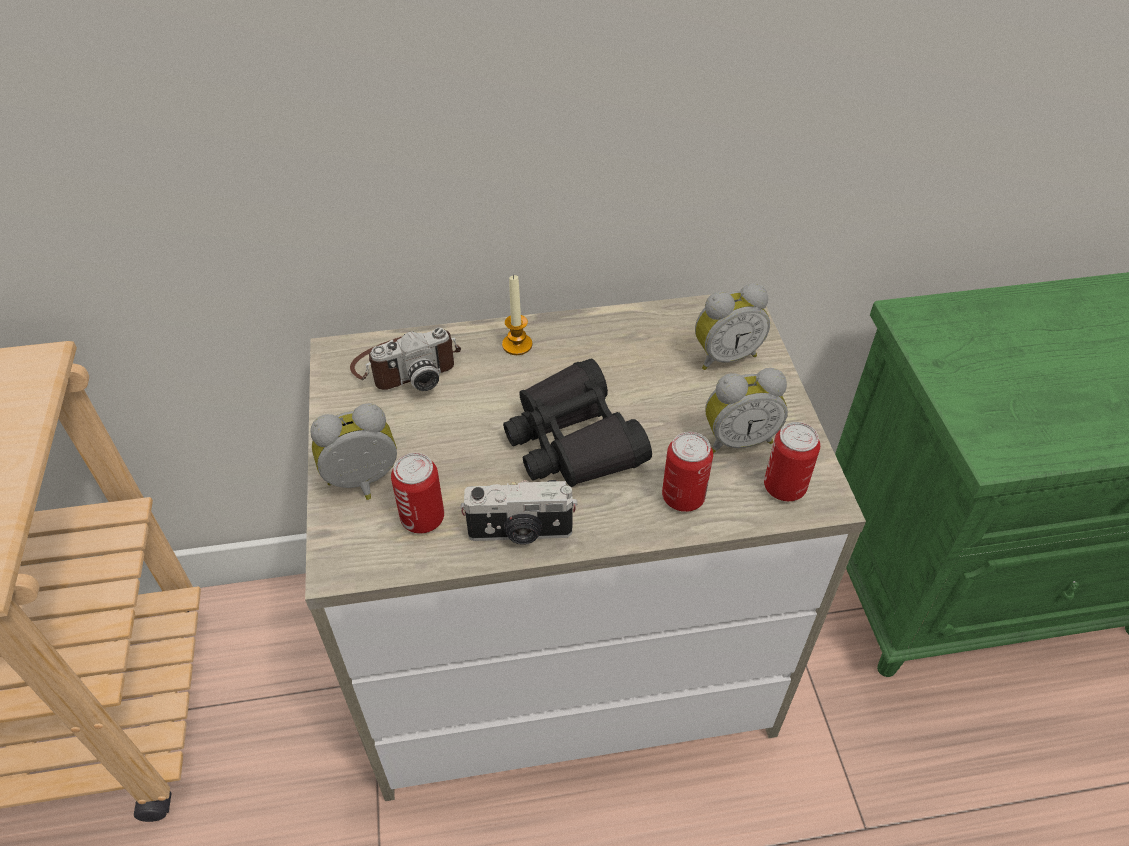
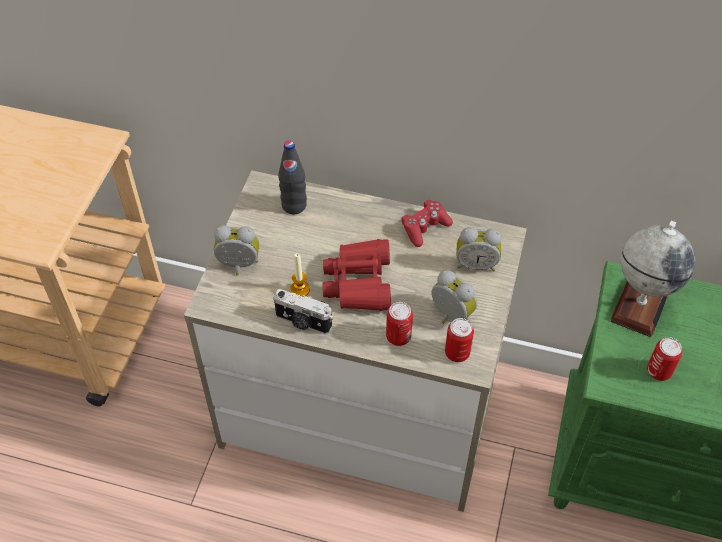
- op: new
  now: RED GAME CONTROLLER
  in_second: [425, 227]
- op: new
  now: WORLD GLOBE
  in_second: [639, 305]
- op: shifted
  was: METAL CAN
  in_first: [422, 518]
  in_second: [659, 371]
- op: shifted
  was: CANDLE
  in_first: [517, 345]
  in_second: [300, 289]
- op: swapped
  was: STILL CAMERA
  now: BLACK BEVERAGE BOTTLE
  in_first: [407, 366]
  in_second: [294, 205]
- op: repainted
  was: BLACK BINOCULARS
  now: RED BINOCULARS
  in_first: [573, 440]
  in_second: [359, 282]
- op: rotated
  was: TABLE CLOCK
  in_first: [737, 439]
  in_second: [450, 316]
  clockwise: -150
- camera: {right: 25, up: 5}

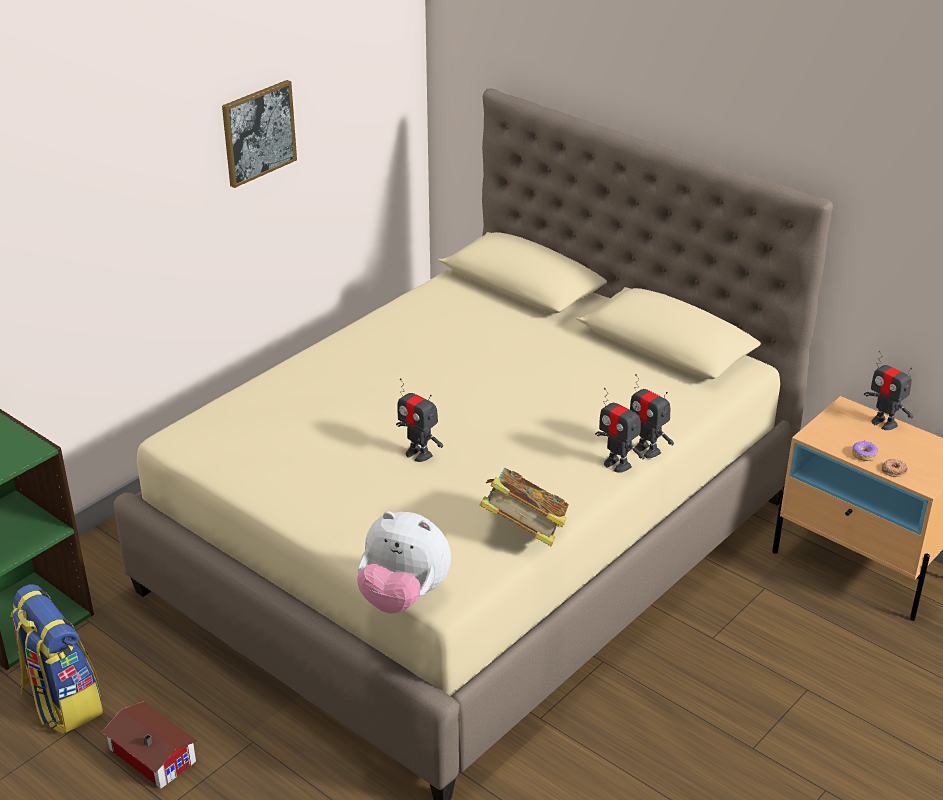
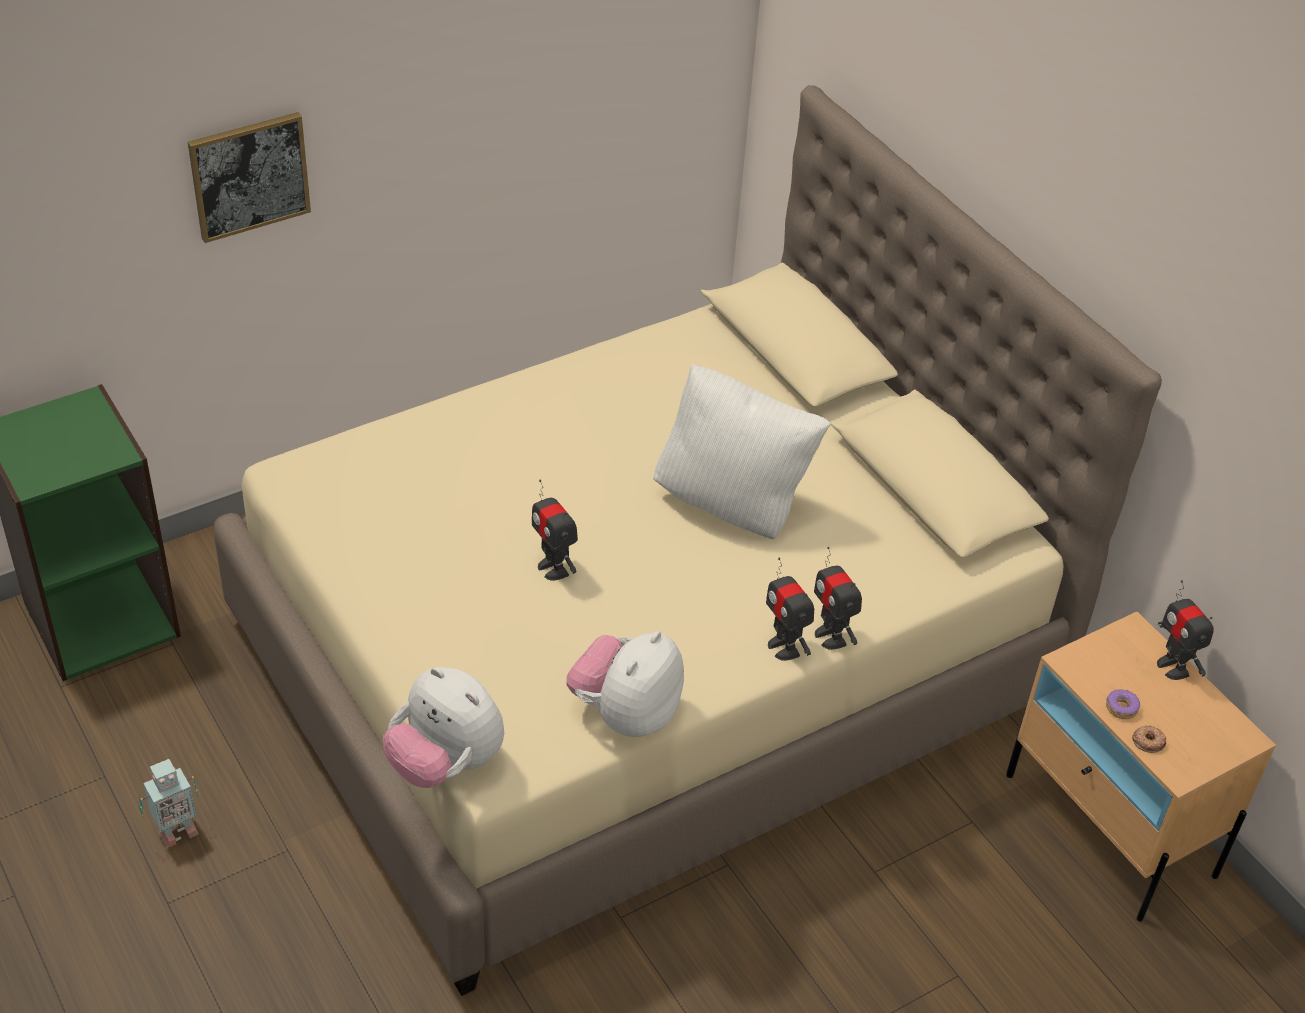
- op: gone
  was: BACKPACK
  in_first: [61, 701]
- op: new
  now: WHITISH PILLOW
  in_second: [732, 505]
- op: shifted
  was: WALL PICTURE
  in_first: [258, 132]
  in_second: [249, 175]
- op: swapped
  was: MINIATURE HOUSE
  now: TOY ROBOT
  in_first: [152, 753]
  in_second: [176, 831]
- op: swapped
  was: BOUND BOOK
  now: CUDDLY TOY
  in_first: [524, 532]
  in_second: [625, 714]
- camera: {right: 15, up: 10}

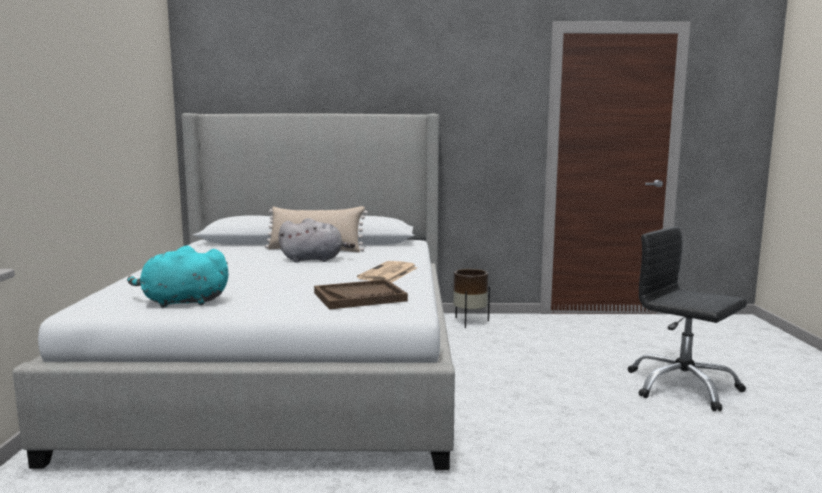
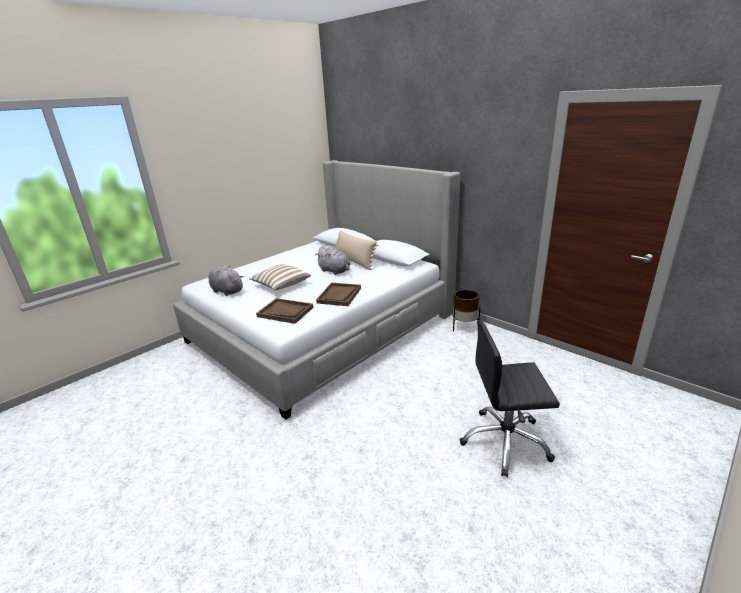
- op: new
  now: PILLOW
  in_second: [281, 285]
- op: swapped
  was: DAILY PAPER
  now: BROWN-COLOURED SERVING TRAY
  in_first: [388, 273]
  in_second: [339, 295]
- op: repainted
  was: TURQUOISE CUDDLY TOY
  now: GREY CUDDLY TOY
  in_first: [181, 302]
  in_second: [226, 291]
- op: rotated
  was: BLACK DESK CHAIR
  in_first: [682, 387]
  in_second: [505, 442]
  clockwise: -90
- camera: {right: 45, up: 15}

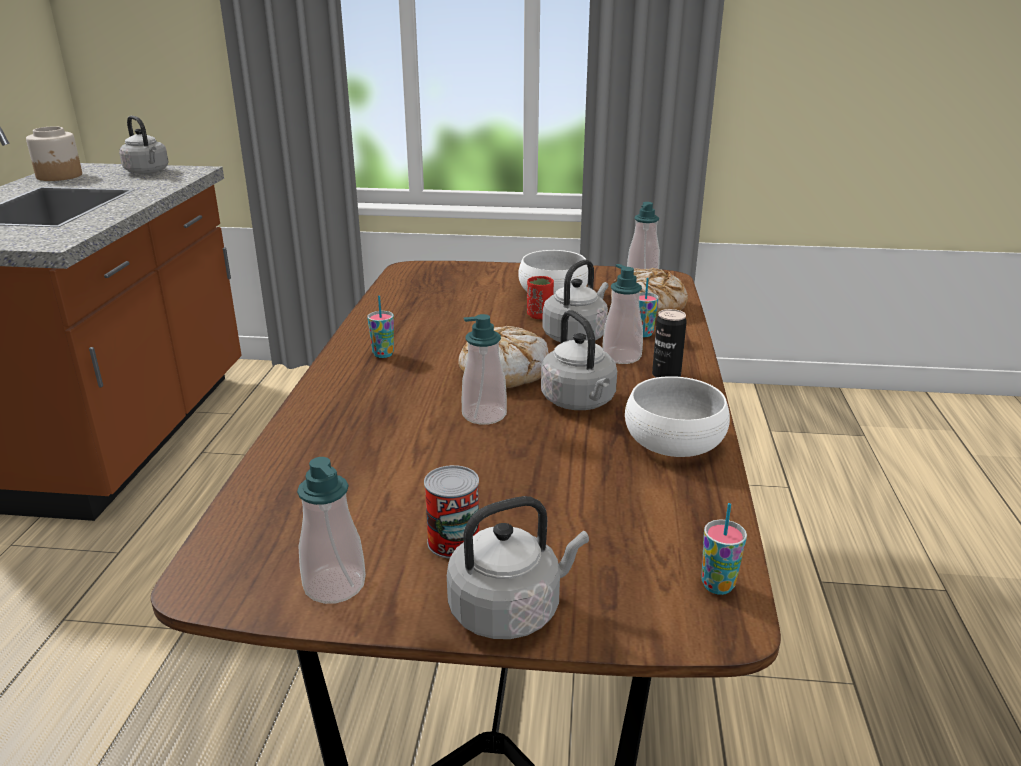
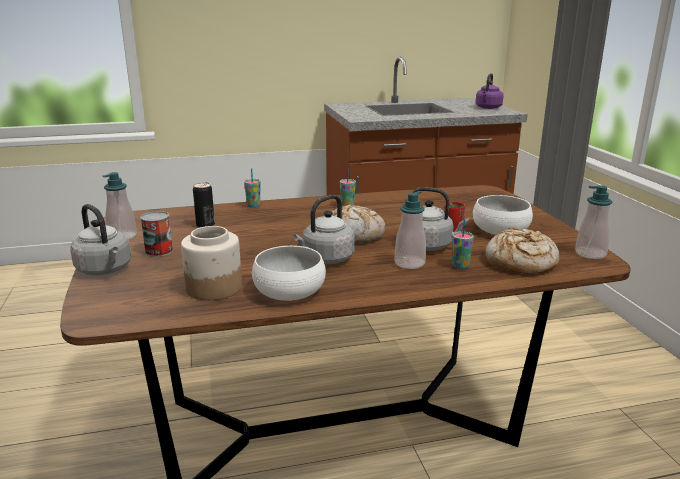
- op: gone
  was: LIQUID SOAP BOTTLE
  in_first: [484, 415]
- op: shifted
  was: JAR
  in_first: [60, 176]
  in_second: [214, 288]
- op: shifted
  was: METAL CAN
  in_first: [666, 375]
  in_second: [205, 225]
- op: shifted
  was: SMALL CUP
  in_first: [717, 585]
  in_second: [253, 206]
- op: repainted
  was: GREY TEA KETTLE
  now: PURPLE TEA KETTLE
  in_first: [148, 172]
  in_second: [488, 108]
- camera: {right: 70, up: -5}

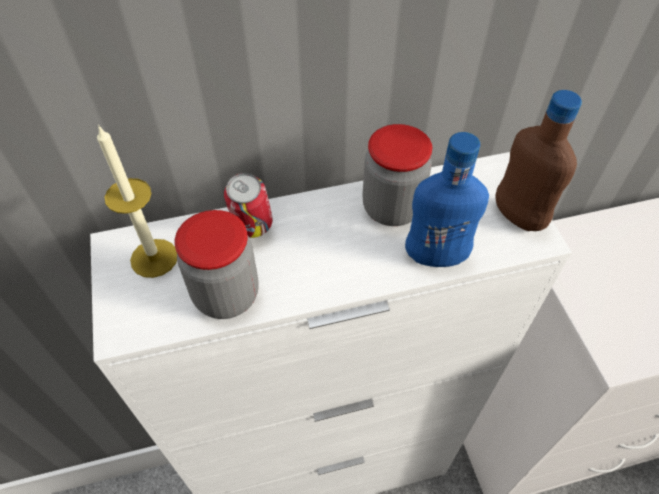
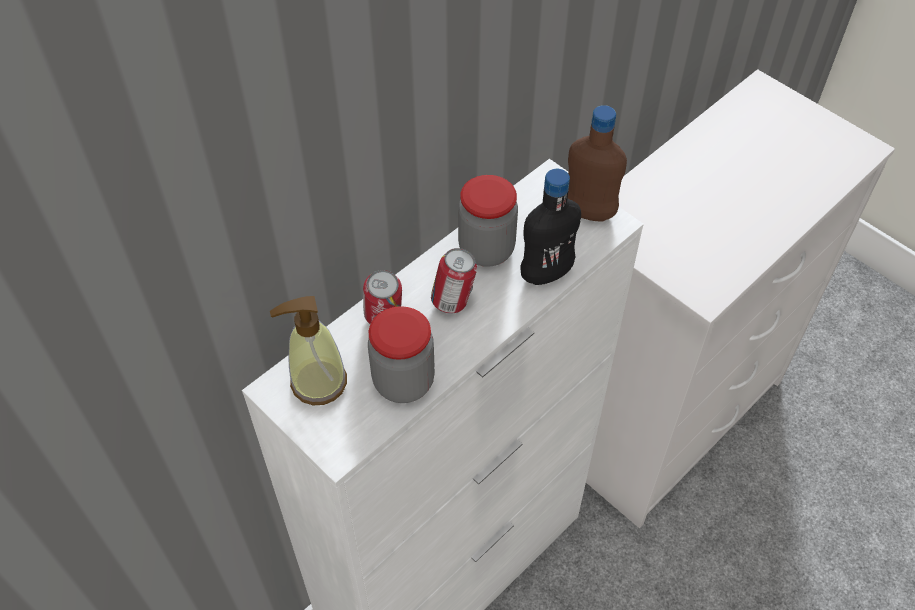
- op: new
  now: METAL CAN
  in_second: [453, 302]
- op: swapped
  was: CANDLE
  now: LIQUID SOAP BOTTLE
  in_first: [154, 258]
  in_second: [318, 382]
- op: repainted
  was: BLUISH BEVERAGE BOTTLE
  now: BLACK BEVERAGE BOTTLE
  in_first: [435, 256]
  in_second: [546, 273]
- camera: {right: -30, up: 0}

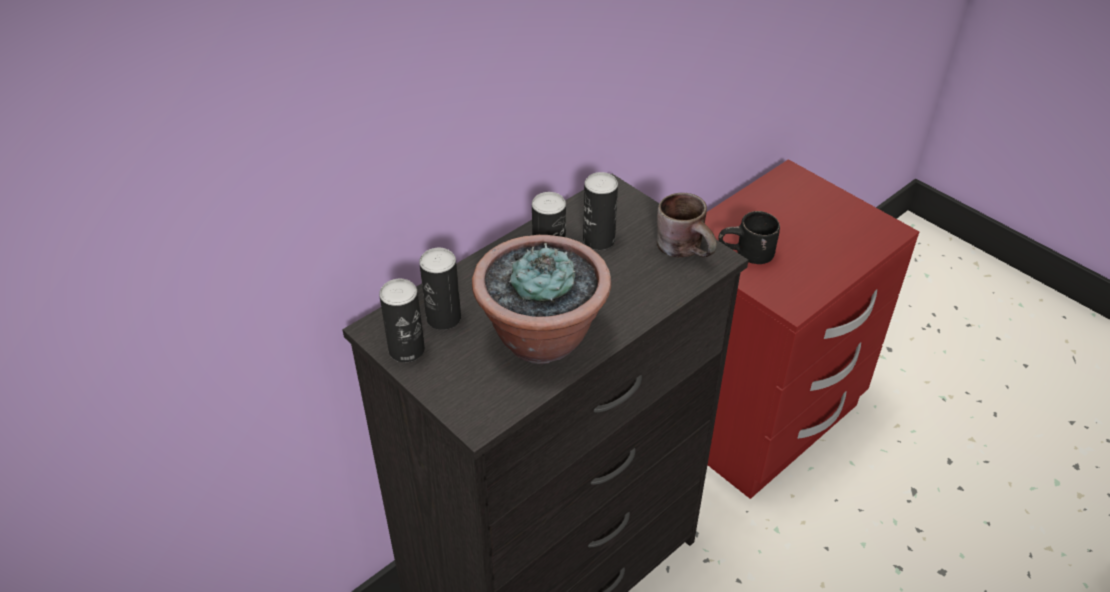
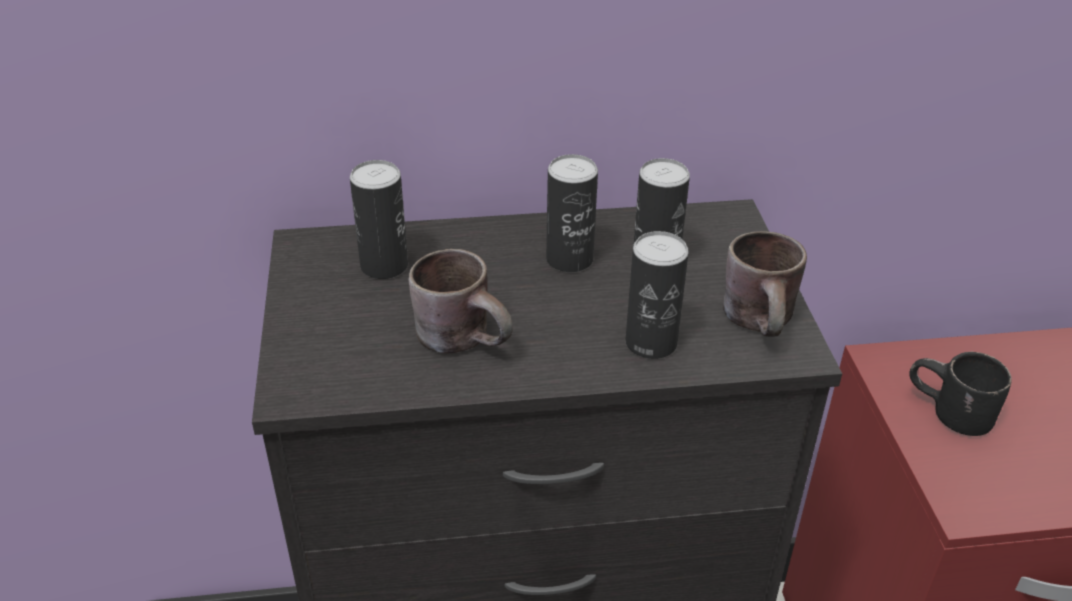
- op: shifted
  was: METAL CAN
  in_first: [406, 350]
  in_second: [651, 343]
- op: swapped
  was: PLANT IN A POT
  now: BROWN-COLOURED COFFEE MUG
  in_first: [541, 337]
  in_second: [467, 336]
- camera: {right: 35, up: -5}

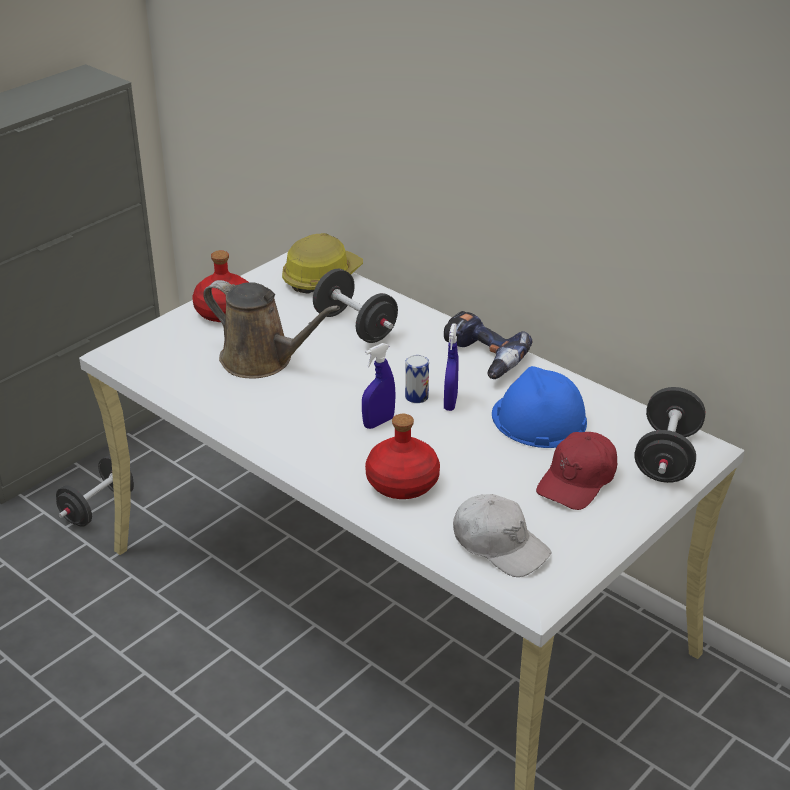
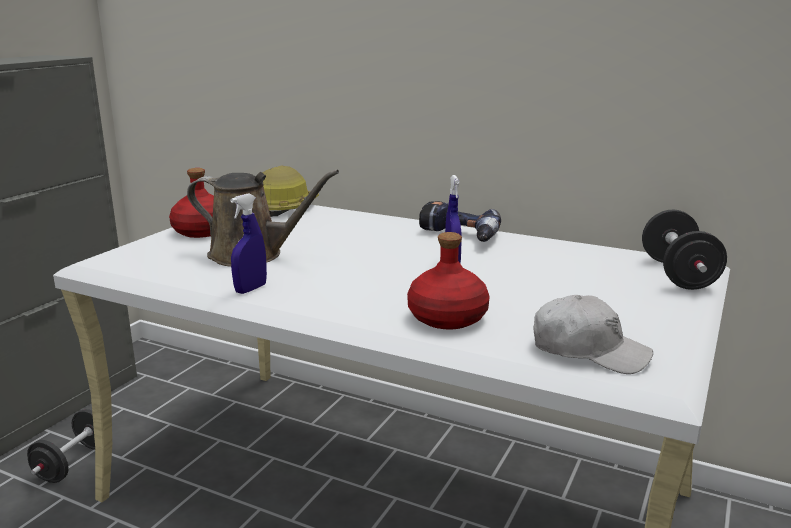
- op: gone
  was: BLACK HAND WEIGHT
  in_first: [355, 327]
- op: gone
  was: METAL CAN
  in_first: [416, 397]
- op: gone
  was: BLUISH HARD HAT
  in_first: [538, 419]
- op: gone
  was: RED PEAKED CAP
  in_first: [578, 480]
- op: shifted
  was: BLUISH SPRAYER
  in_first: [378, 422]
  in_second: [250, 289]
- camera: {right: -15, up: -15}

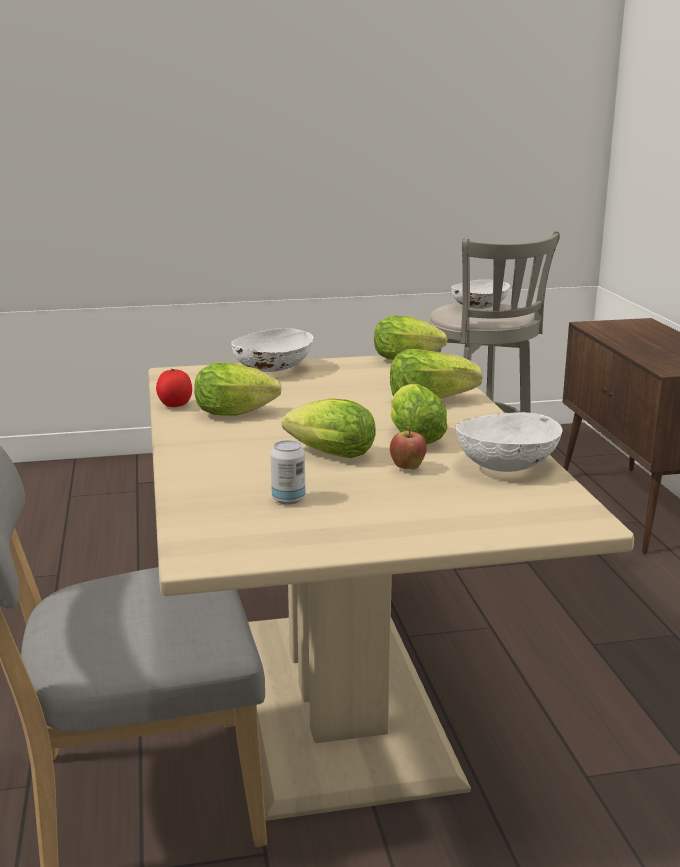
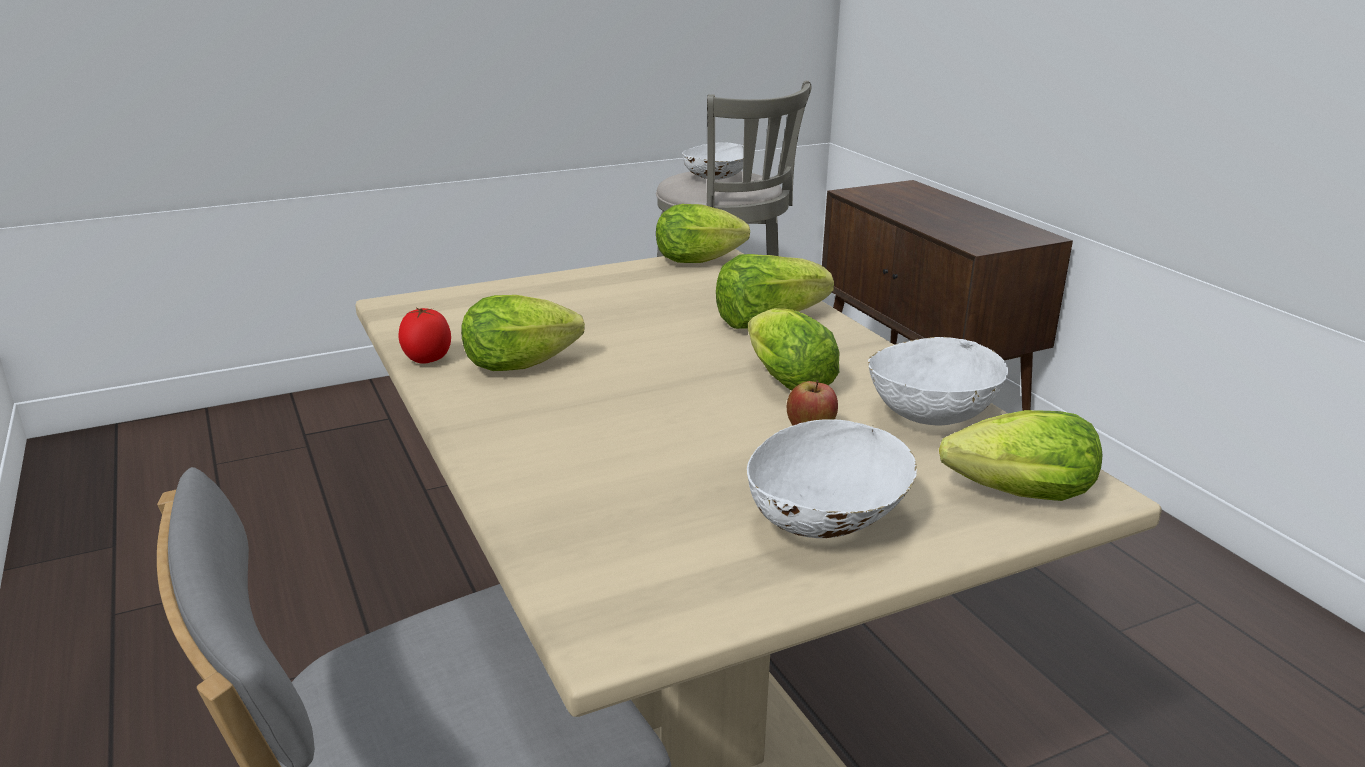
- op: gone
  was: METAL CAN
  in_first: [288, 499]
- op: shifted
  was: WHITISH DEEP DISH
  in_first: [273, 370]
  in_second: [826, 522]
- op: shifted
  was: LETTUCE HEAD
  in_first: [327, 454]
  in_second: [1011, 495]
- camera: {right: -15, up: 5}

